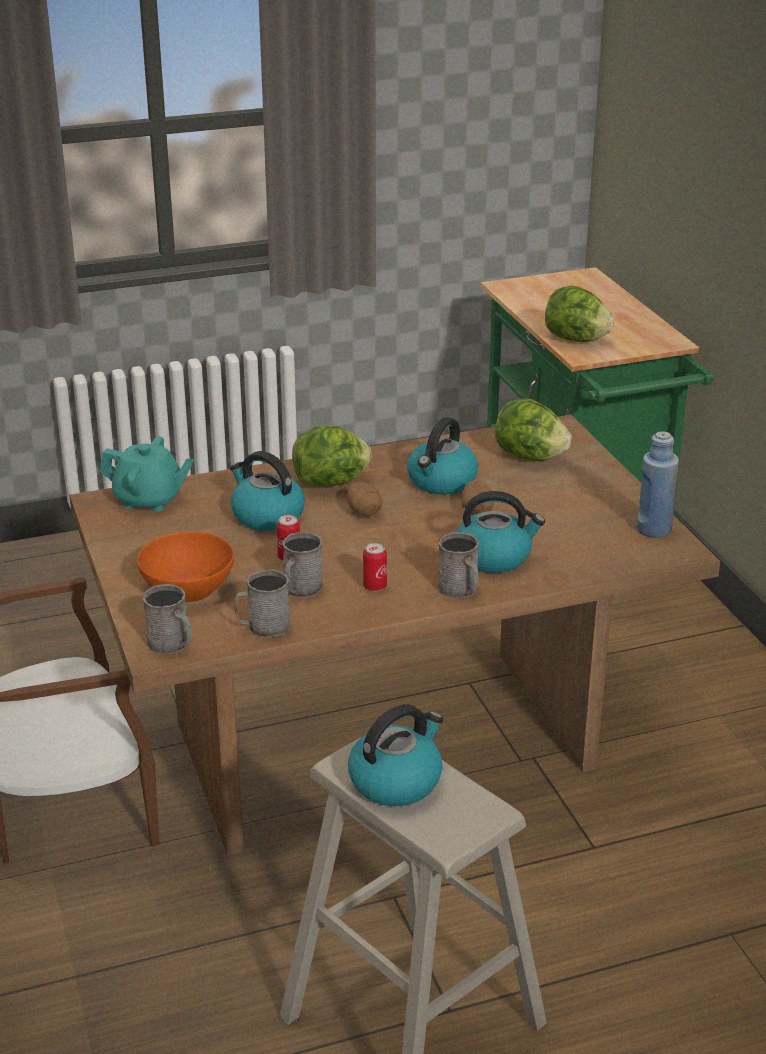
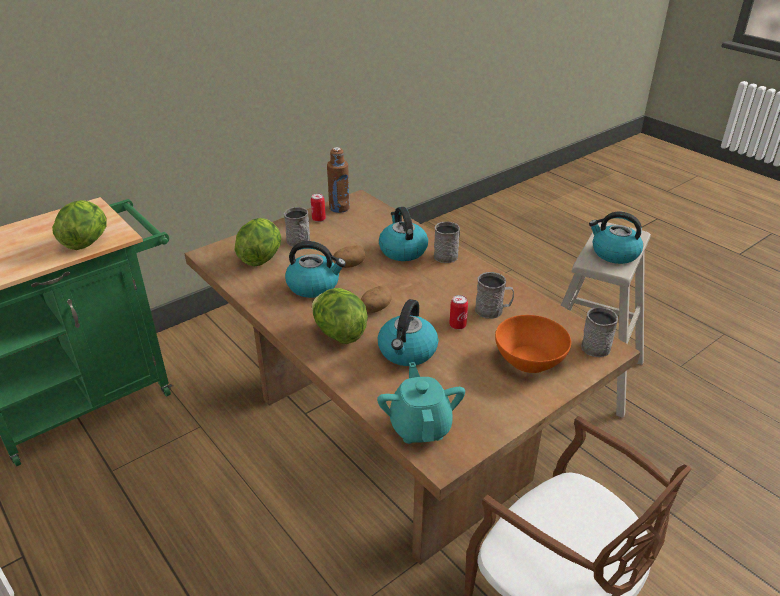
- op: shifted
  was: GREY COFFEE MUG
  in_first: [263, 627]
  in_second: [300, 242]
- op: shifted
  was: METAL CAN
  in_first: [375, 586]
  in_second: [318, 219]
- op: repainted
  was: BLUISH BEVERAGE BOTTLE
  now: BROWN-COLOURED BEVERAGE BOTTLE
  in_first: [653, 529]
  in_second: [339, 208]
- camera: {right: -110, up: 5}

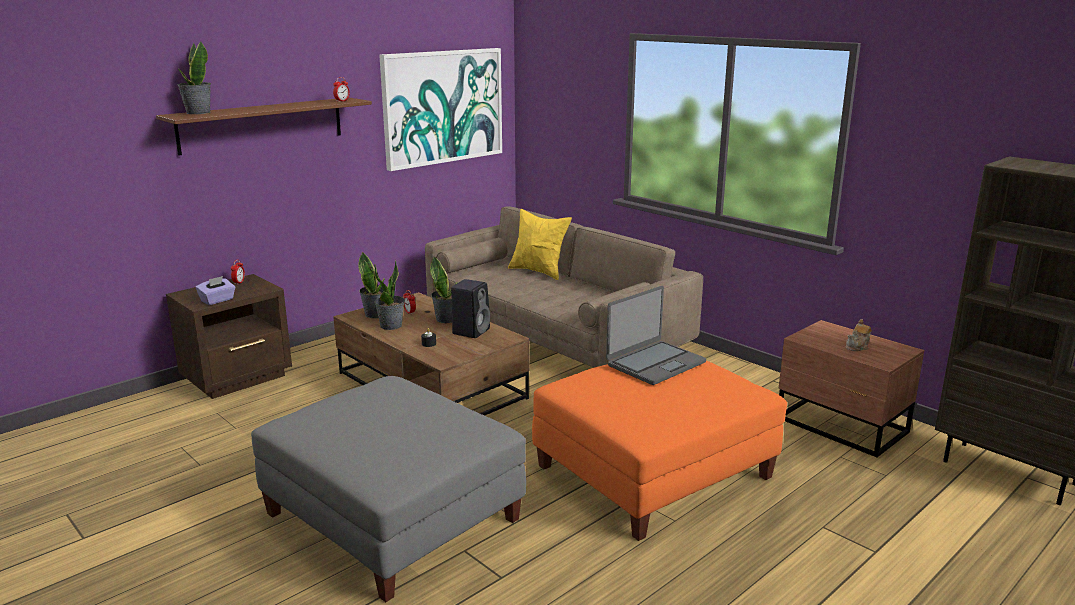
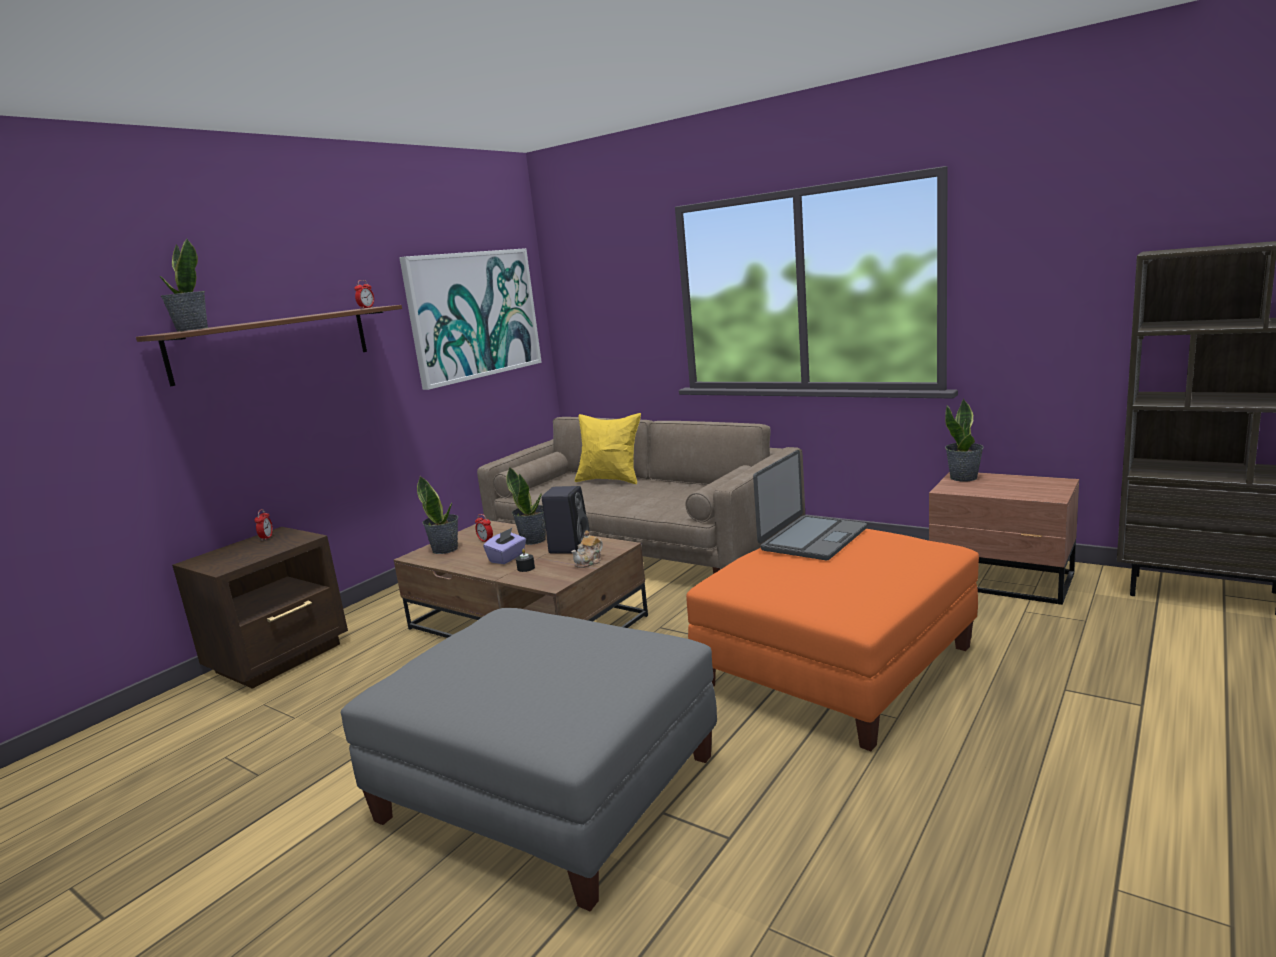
- op: shifted
  was: PURPLE TISSUE HOLDER
  in_first: [217, 300]
  in_second: [507, 558]
- op: shifted
  was: PLANT IN A POT
  in_first: [391, 326]
  in_second: [964, 478]
- op: shifted
  was: POT FOR TEA
  in_first: [857, 347]
  in_second: [589, 562]
- camera: {right: -10, up: -5}

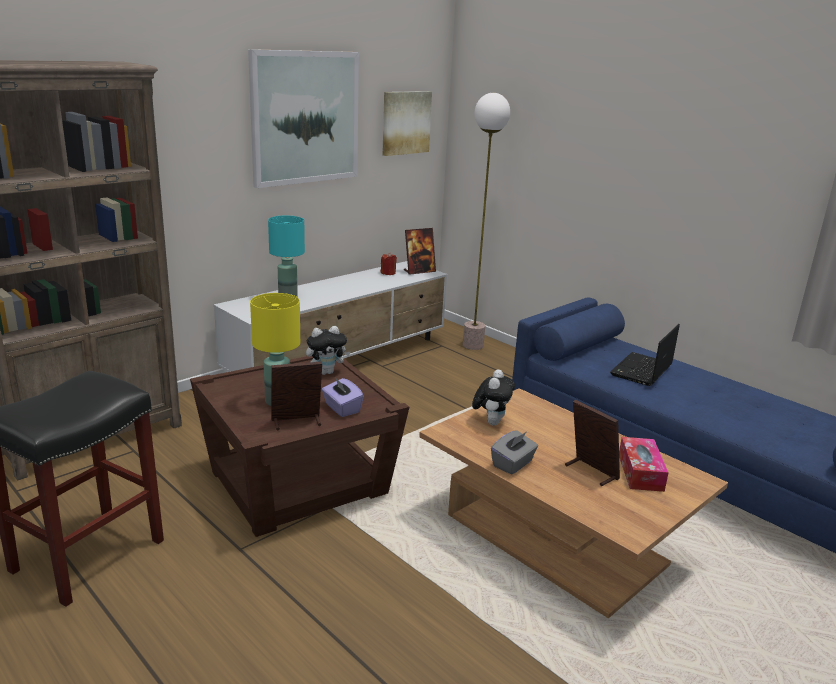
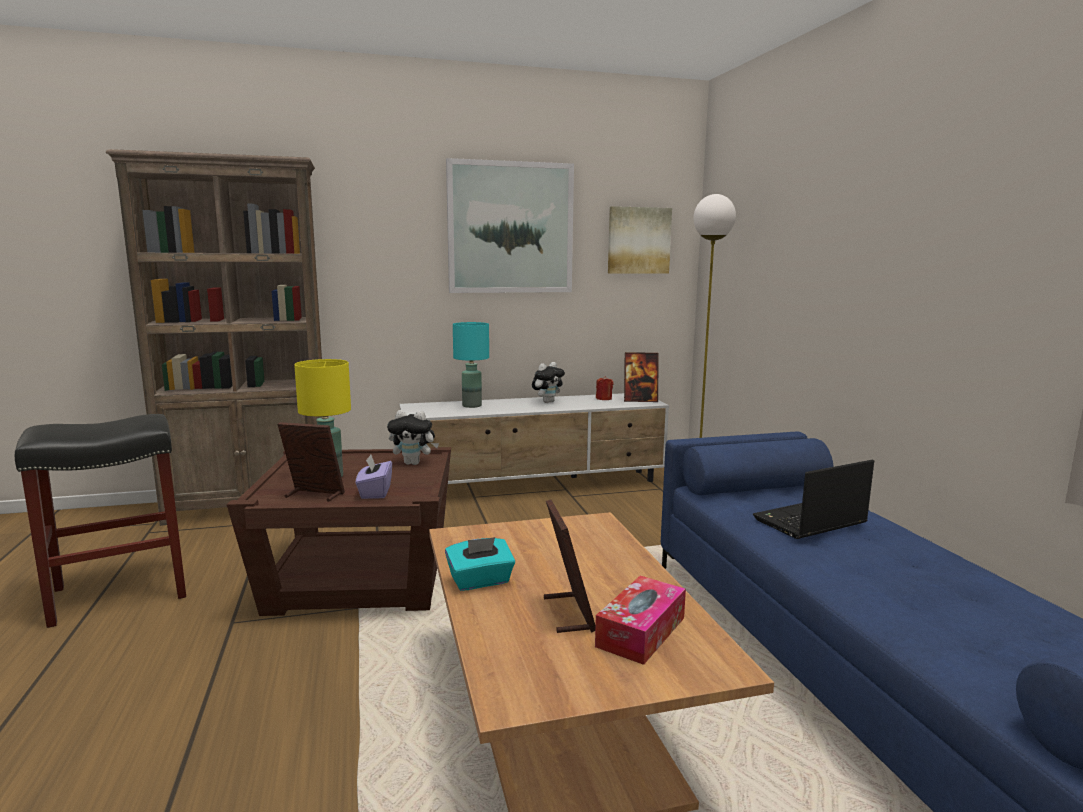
- op: shifted
  was: CUDDLY TOY
  in_first: [491, 422]
  in_second: [547, 402]
- op: repainted
  was: GREY TISSUE HOLDER
  now: TURQUOISE TISSUE HOLDER
  in_first: [513, 464]
  in_second: [480, 581]
- camera: {right: 30, up: -10}

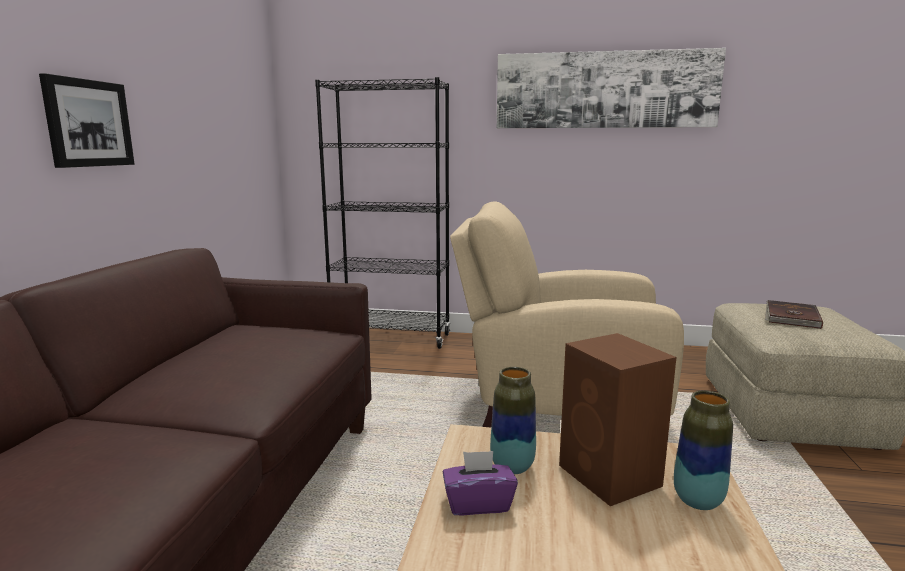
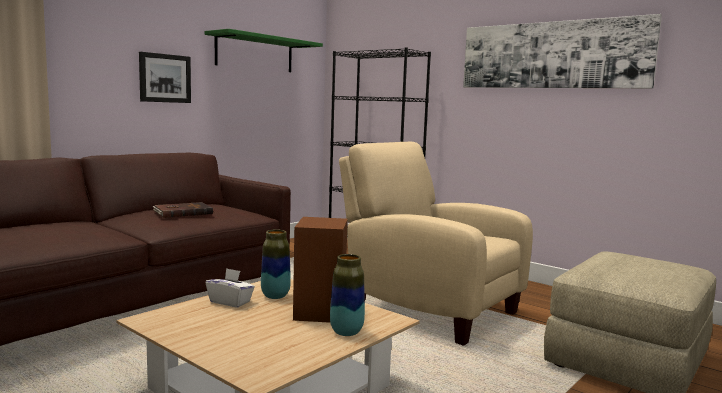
- op: new
  now: GREENISH WALL SHELF
  in_second: [255, 53]
- op: shifted
  was: BROWN-COLOURED BOUND BOOK
  in_first: [791, 317]
  in_second: [182, 212]
- op: repainted
  was: PURPLE TISSUE HOLDER
  now: WHITISH TISSUE HOLDER
  in_first: [478, 503]
  in_second: [230, 302]
- camera: {right: 30, up: -5}

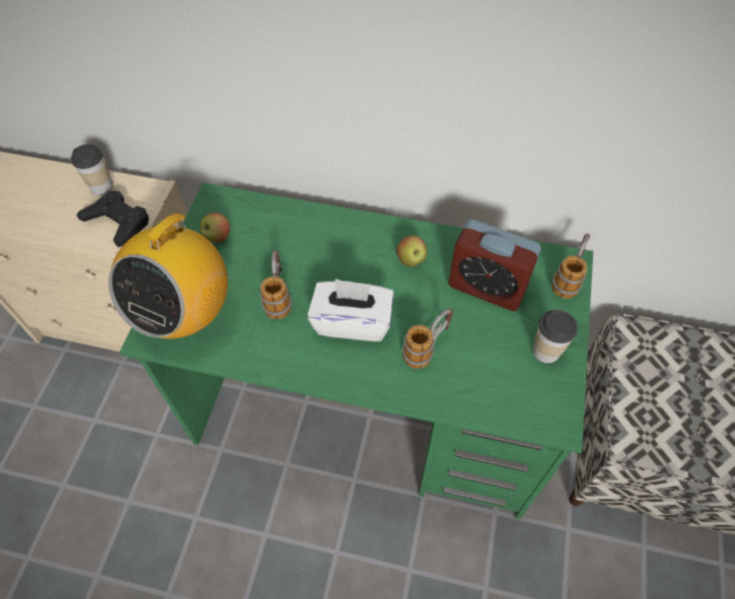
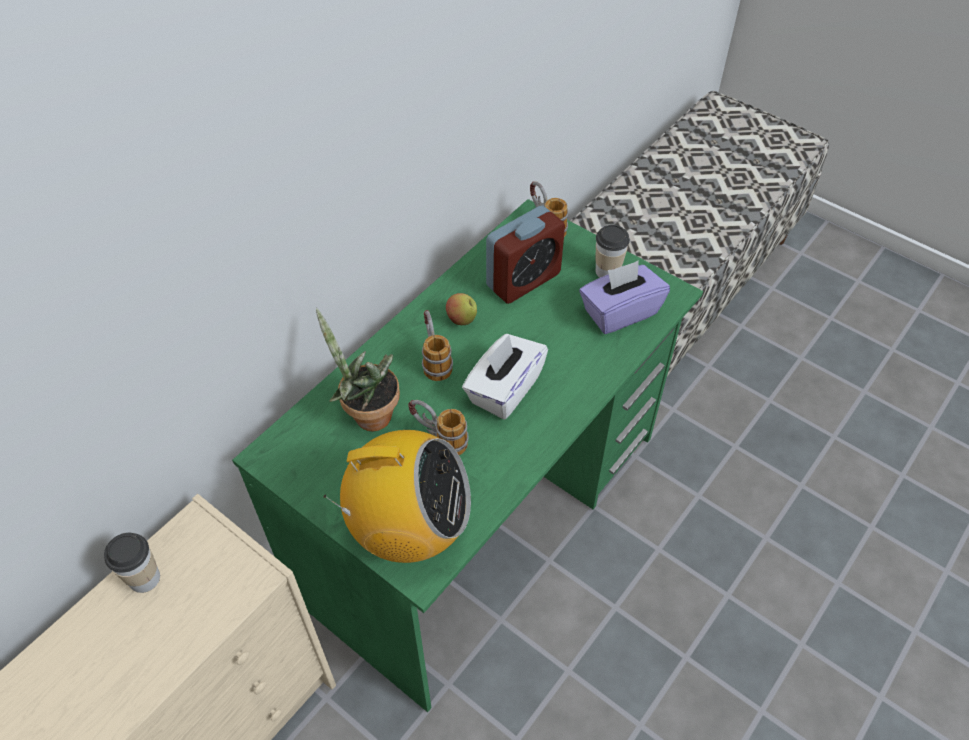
- op: gone
  was: BLACK GAME CONTROLLER
  in_first: [118, 222]
- op: gone
  was: WHOLE APPLE
  in_first: [217, 237]
- op: new
  now: PLANT IN A POT
  in_second: [367, 415]
- op: new
  now: PURPLE TISSUE HOLDER
  in_second: [619, 312]
- op: shifted
  was: COFFEE MUG
  in_first: [427, 348]
  in_second: [434, 359]
- op: rotated
  was: RADIO RECEIVER
  in_first: [185, 313]
  in_second: [409, 529]
  clockwise: -45
- camera: {right: -65, up: -5}

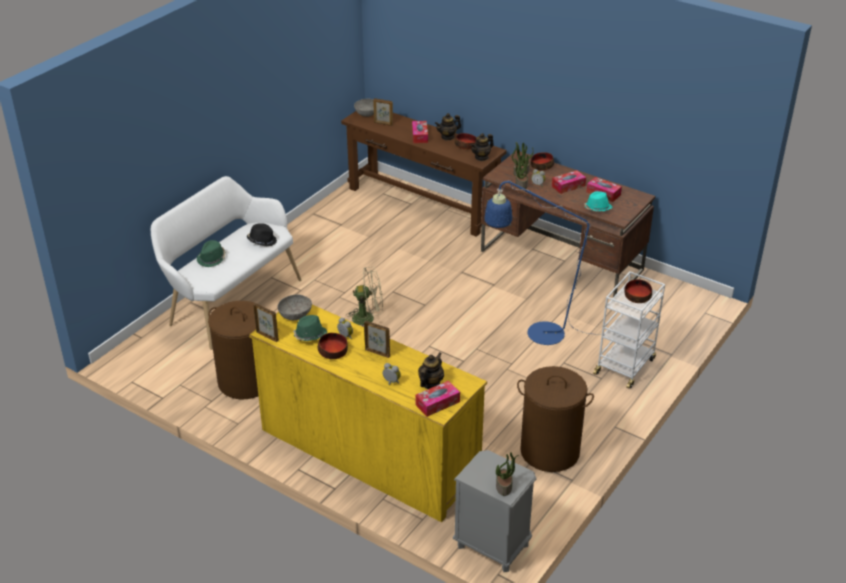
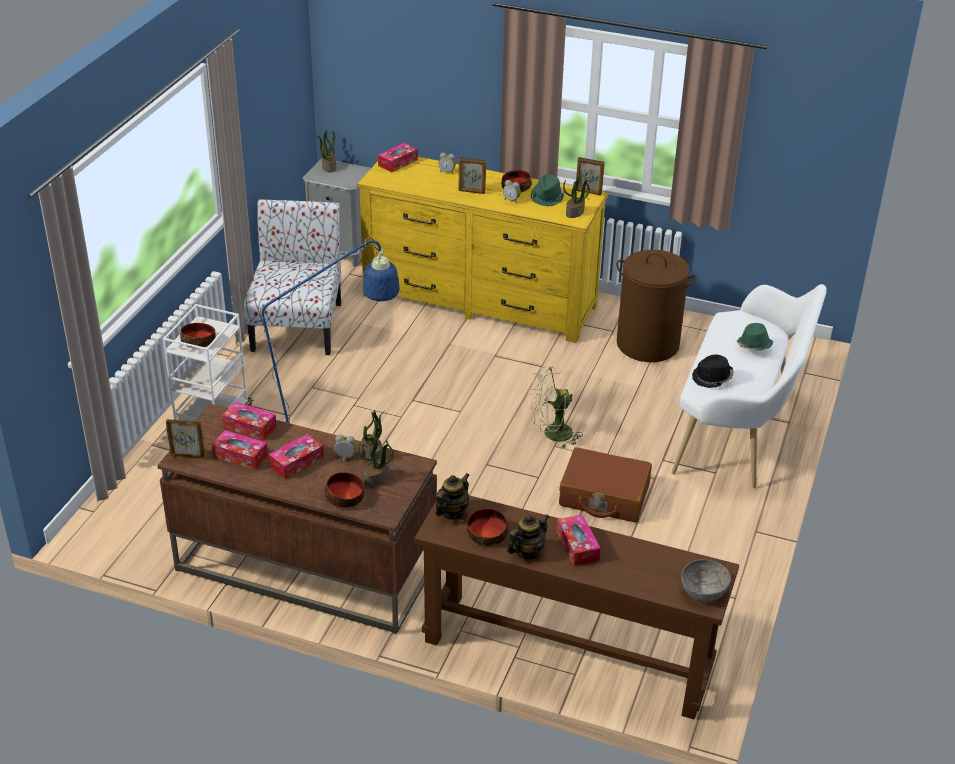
- op: gone
  was: POT FOR TEA
  in_first: [430, 383]
- op: new
  now: BROWN-COLOURED PIECE OF LUGGAGE
  in_second: [604, 496]
- op: shifted
  was: STANDING FRAME
  in_first: [383, 123]
  in_second: [188, 457]
- op: swapped
  was: GREY DEEP DISH
  now: PLANT IN A POT
  in_first: [295, 314]
  in_second: [575, 213]
- op: swapped
  was: BROWN-COLOURED WASHING BASKET
  now: PLAIN CHAIR
  in_first: [549, 451]
  in_second: [298, 325]
- op: swapped
  was: TURQUOISE HAT
  now: TISSUE HOLDER
  in_first: [597, 208]
  in_second: [250, 427]
- camera: {right: 165, up: 0}

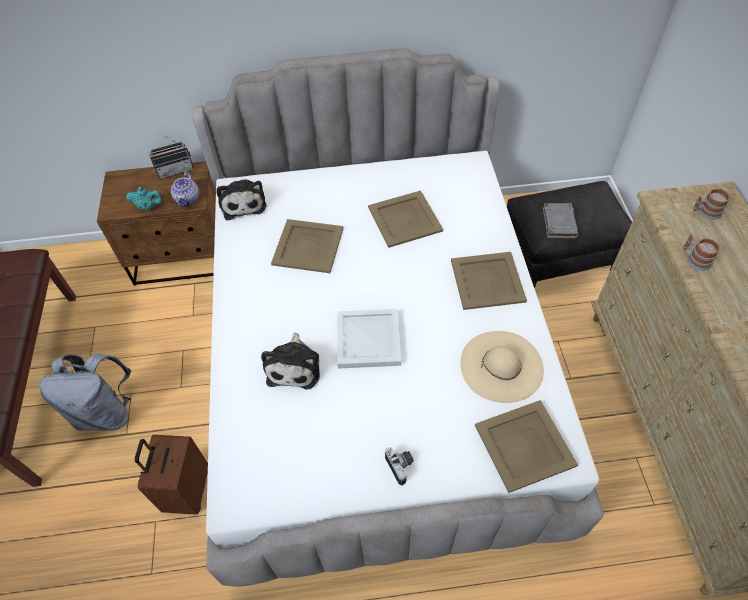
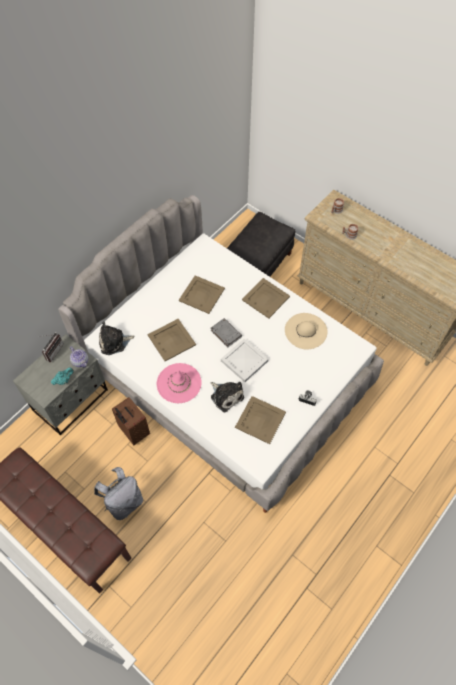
- op: new
  now: PINKISH HAT
  in_second: [179, 383]
- op: shifted
  was: BROWN-COLOURED PIECE OF LUGGAGE
  in_first: [187, 490]
  in_second: [133, 432]
- op: shifted
  was: BEIGE-COLOURED SERVING TRAY
  in_first: [523, 445]
  in_second: [260, 420]
- op: shifted
  was: GREY BOUND BOOK
  in_first: [559, 222]
  in_second: [225, 333]
- op: repainted
  was: BROWN-COLOURED NIGHT TABLE
  now: GREY NIGHT TABLE
  in_first: [183, 258]
  in_second: [71, 400]
- op: rotated
  was: CUDDLY TOY
  in_first: [243, 203]
  in_second: [114, 342]
  clockwise: 135
- camera: {right: -45, up: 5}

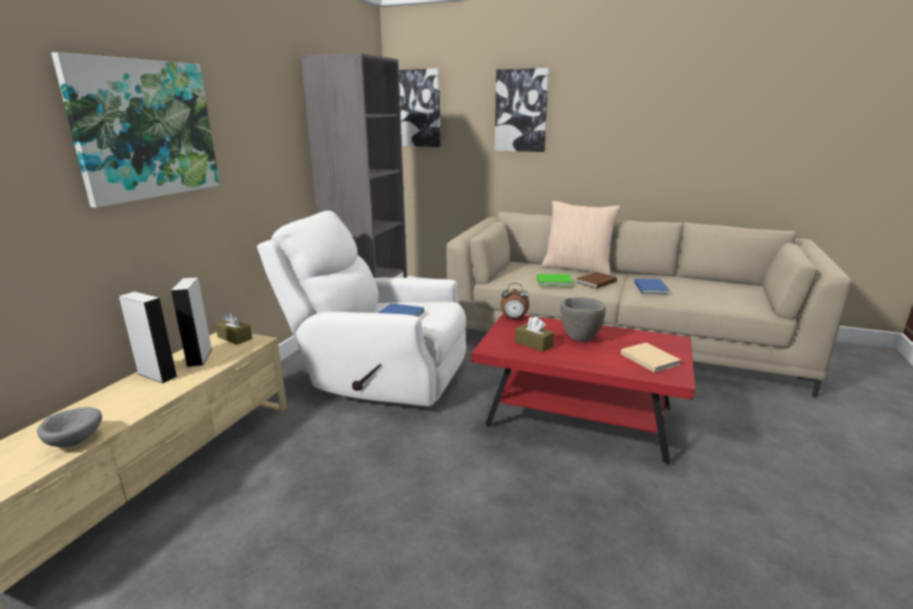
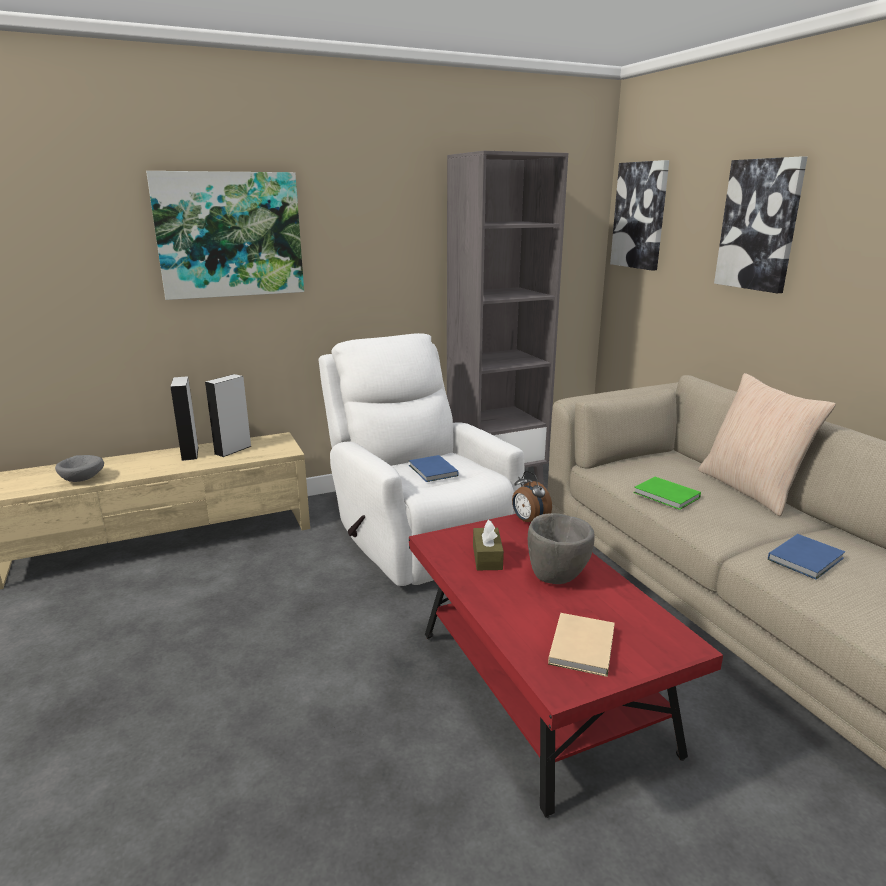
- op: gone
  was: BROWN-COLOURED TISSUE HOLDER
  in_first: [234, 338]
- op: gone
  was: BROWN-COLOURED BOUND BOOK
  in_first: [595, 282]
- camera: {right: 45, up: 0}

